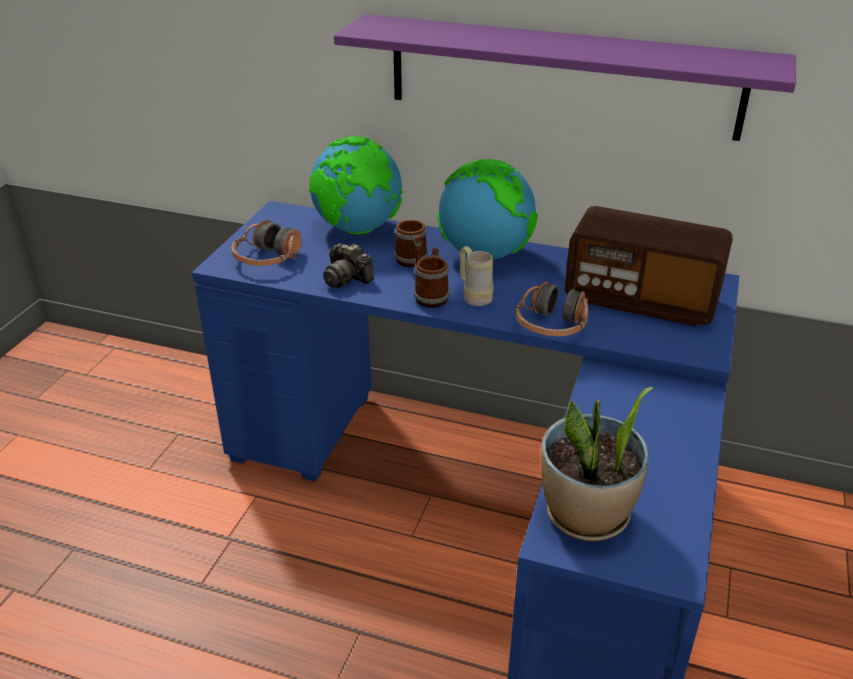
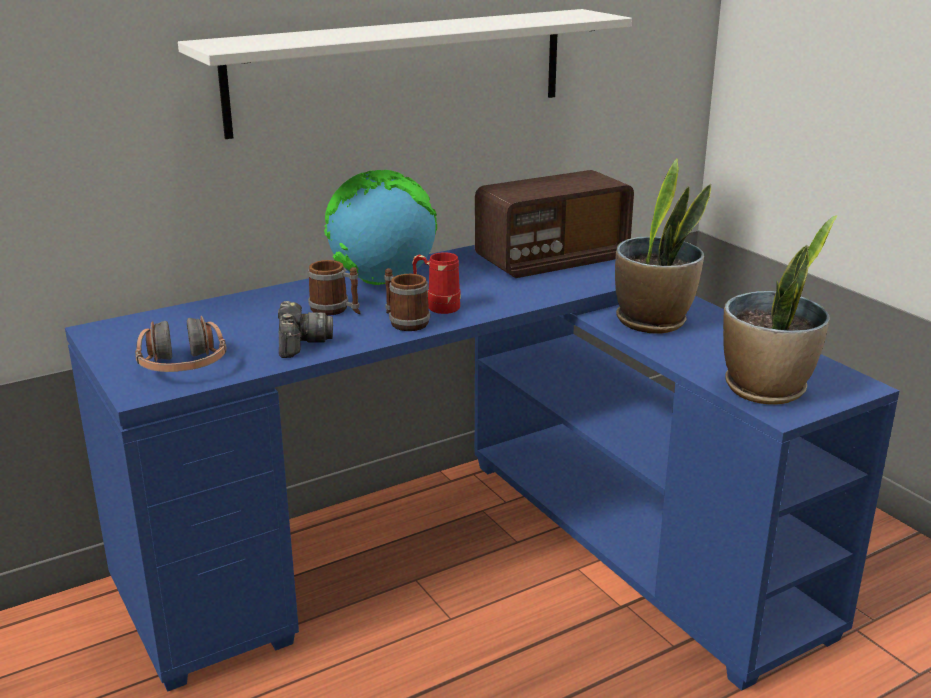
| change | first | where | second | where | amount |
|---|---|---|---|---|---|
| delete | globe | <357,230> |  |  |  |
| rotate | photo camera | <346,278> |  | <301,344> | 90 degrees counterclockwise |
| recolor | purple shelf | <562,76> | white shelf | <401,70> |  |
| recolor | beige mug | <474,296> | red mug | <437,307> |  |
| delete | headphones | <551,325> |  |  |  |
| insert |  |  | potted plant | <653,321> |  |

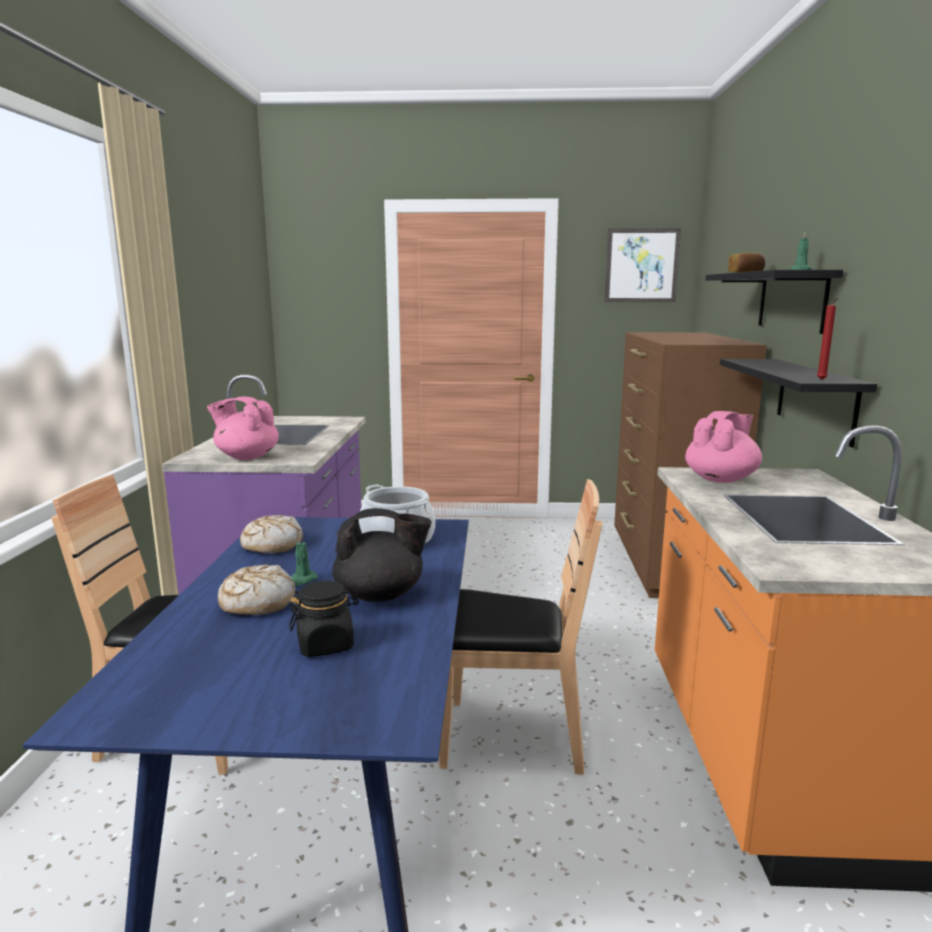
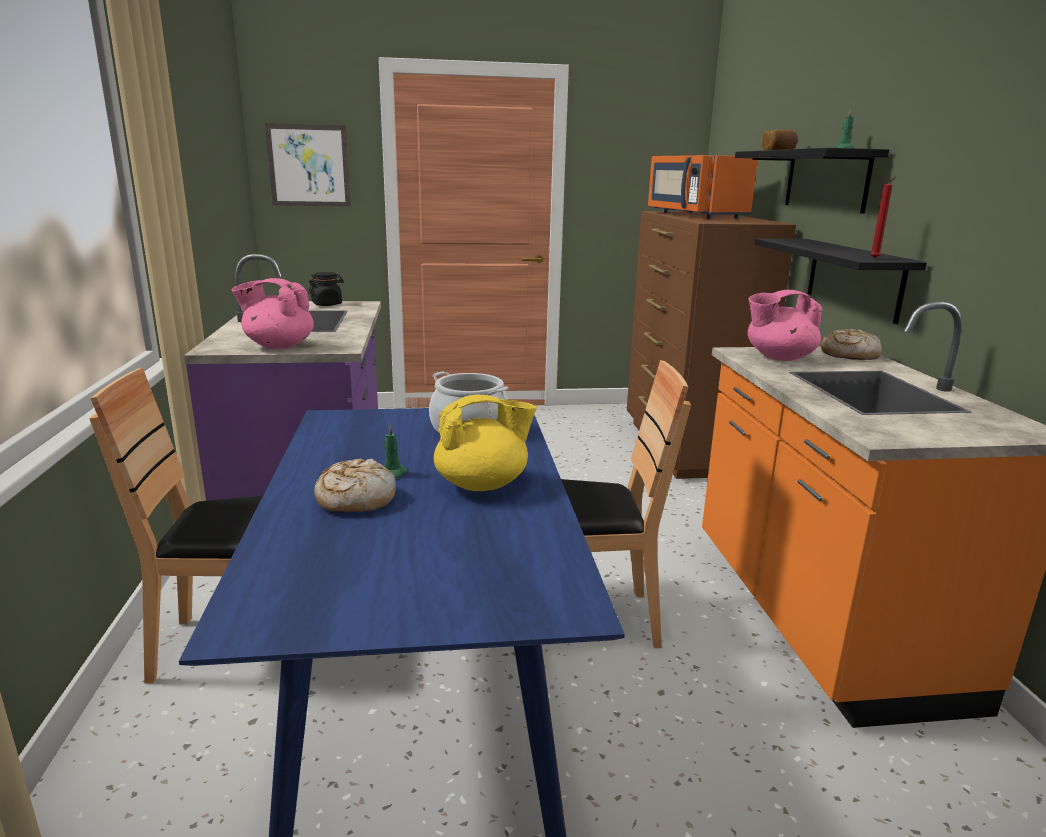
| change | first | where | second | where | amount |
|---|---|---|---|---|---|
| move | bread | <272,544> |  | <848,355> |  |
| move | black jar | <326,645> |  | <327,304> |  |
| recolor | black teapot | <381,595> | yellow teapot | <483,484> |  |
| move | picture | <641,265> |  | <309,165> |  |
| rotate | pink teapot | <721,479> |  | <778,357> | 135 degrees counterclockwise |
| insert |  |  | orange microwave | <694,215> |  |

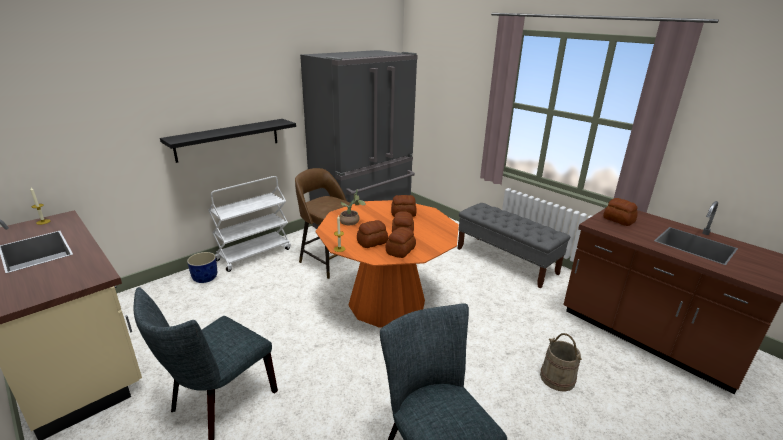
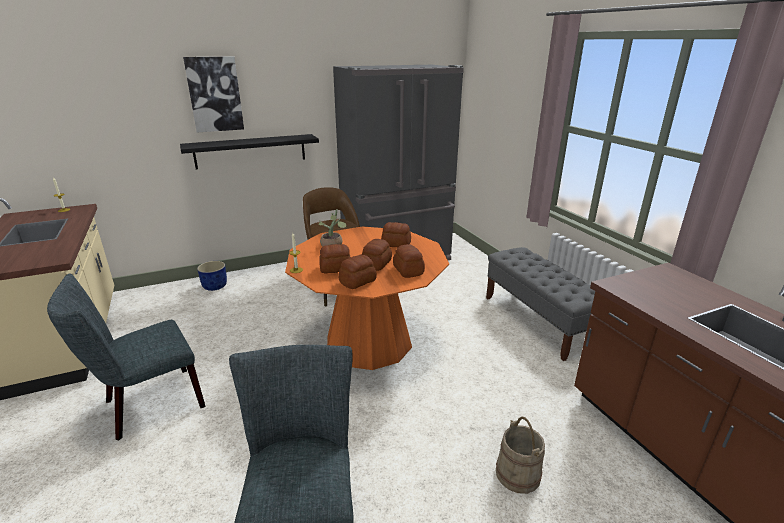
| change | first | where | second | where | amount |
|---|---|---|---|---|---|
| delete | white cart | <254,254> |  |  |  |
| move | bread | <618,220> |  | <408,271> |  |
| insert |  |  | picture | <214,94> |  |

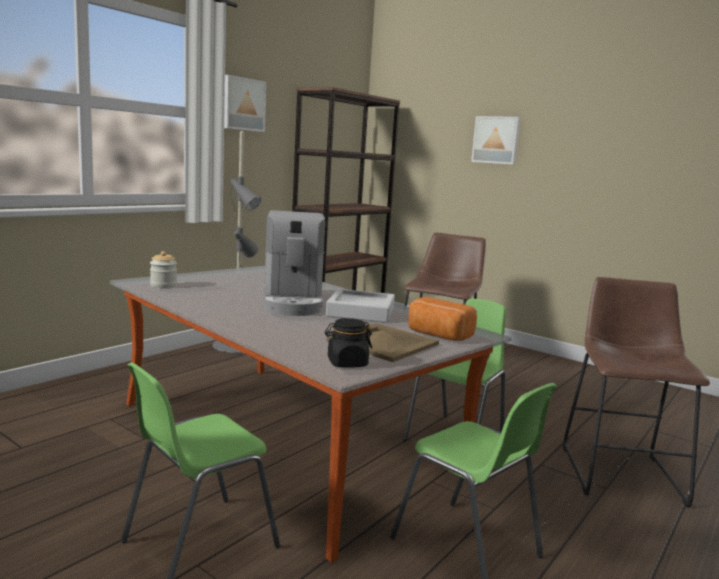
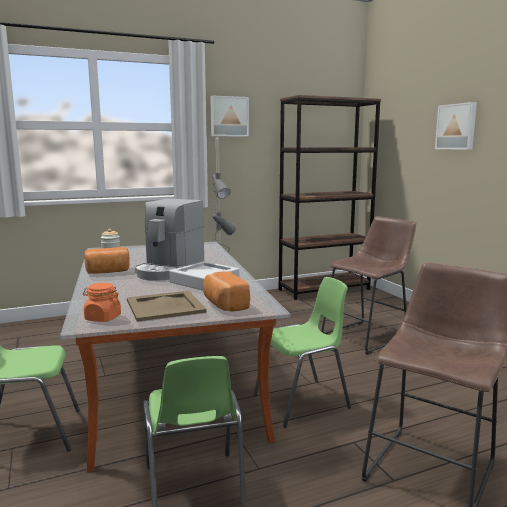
| change | first | where | second | where | amount |
|---|---|---|---|---|---|
| recolor | black jar | <347,363> | orange jar | <102,318> |  |
| insert |  |  | bread | <108,272> |  |

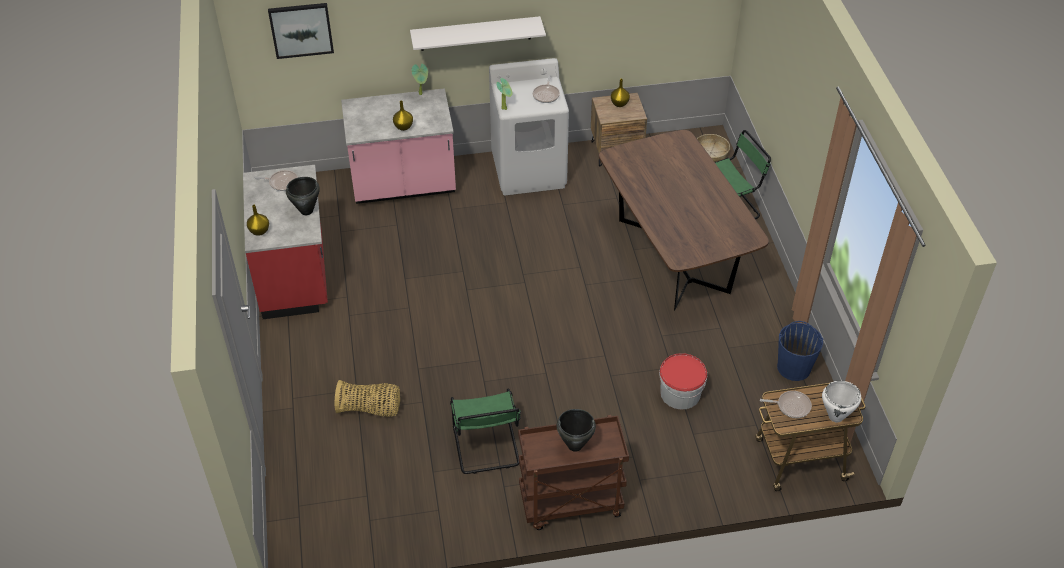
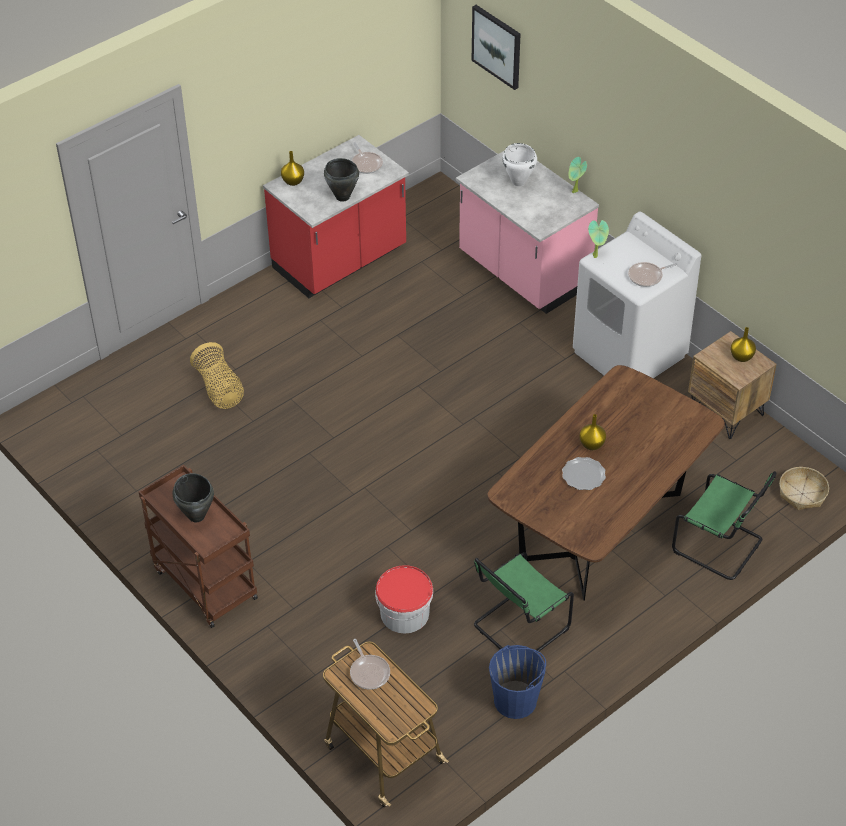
| change | first | where | second | where | amount |
|---|---|---|---|---|---|
| move | yellow vase | <403,127> |  | <591,444> |  |
| delete | white shelf | <475,33> |  |  |  |
| move | green chair | <486,448> |  | <518,628> |  |
| move | white cooking pot | <836,417> |  | <518,182> |  |
| insert |  |  | plate | <583,475> |  |

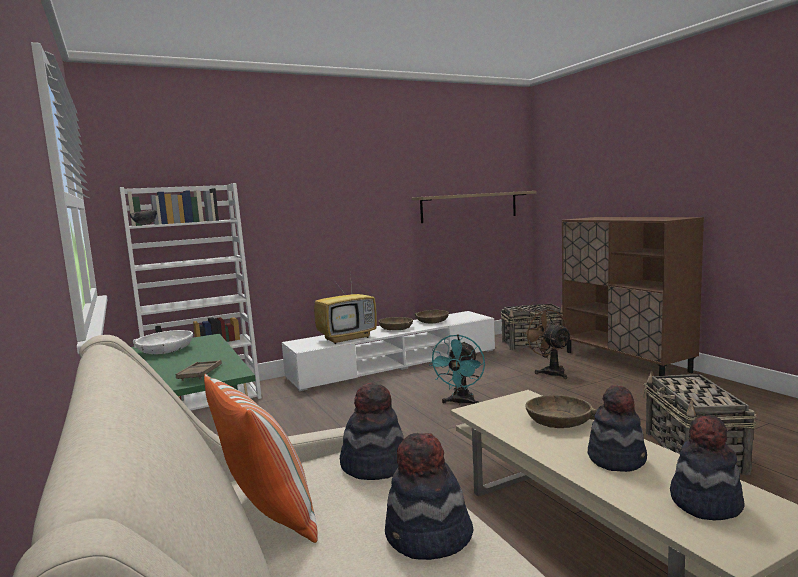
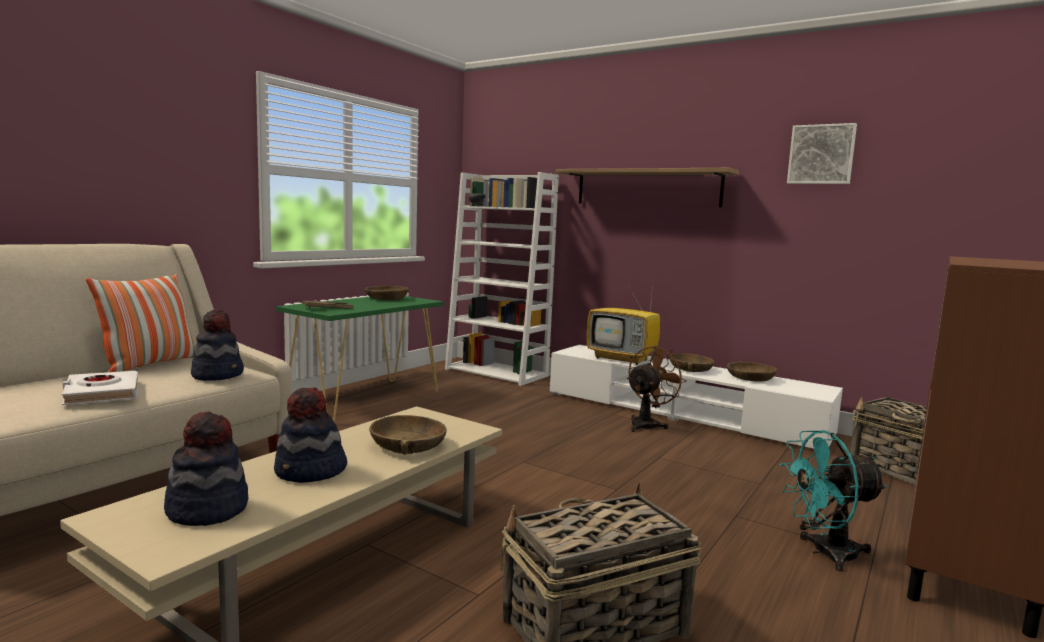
| change | first | where | second | where | amount |
|---|---|---|---|---|---|
| recolor | white bowl | <165,350> | brown bowl | <386,298> |  |
| replace | hat | <428,538> | white book | <101,394> |  |
| move | shelf | <469,206> |  | <647,188> |  |
| move | turquoise fan | <461,403> |  | <824,553> |  |
| move | brown fan | <550,372> |  | <647,424> |  |
| insert |  |  | picture | <821,154> |  |

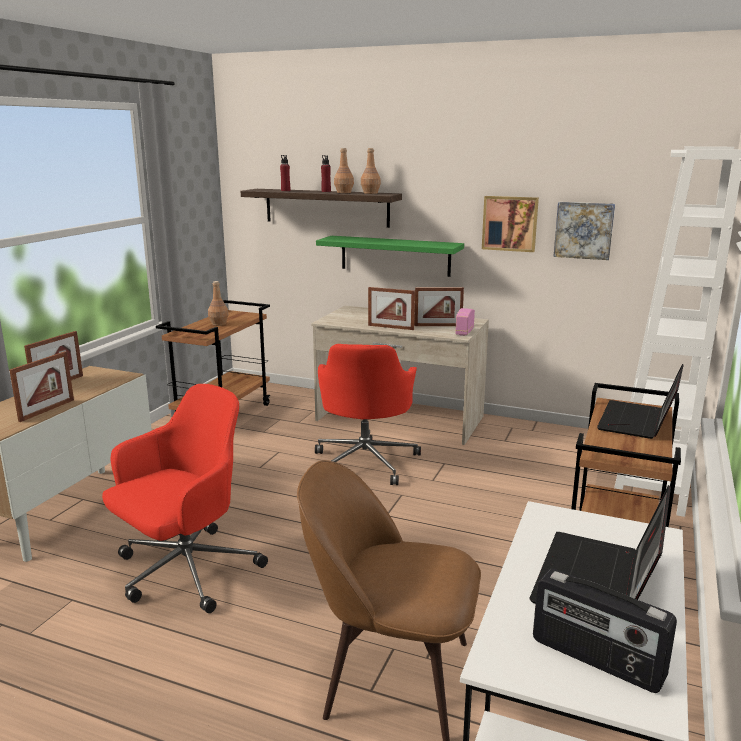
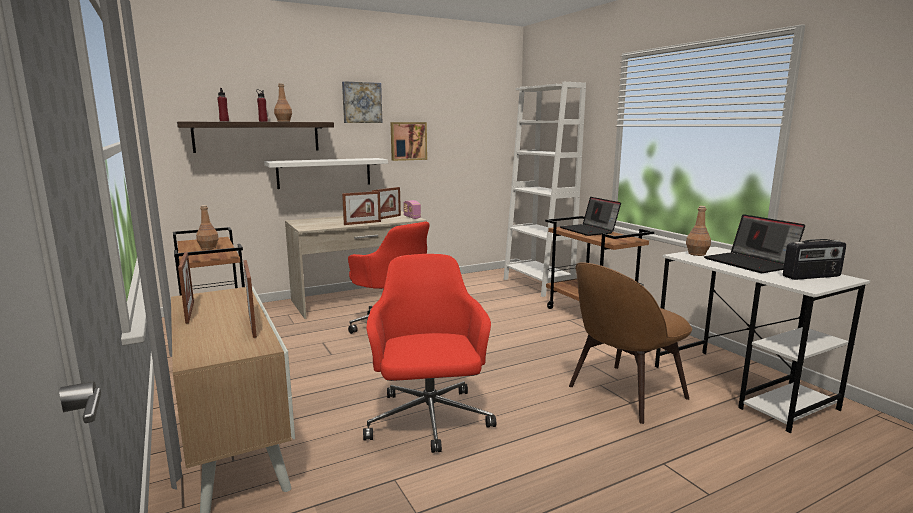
| change | first | where | second | where | amount |
|---|---|---|---|---|---|
| recolor | green shelf | <395,255> | white shelf | <324,173> |  |
| move | brown bottle | <370,193> |  | <697,254> |  |
| move | picture | <584,230> |  | <361,102> |  |

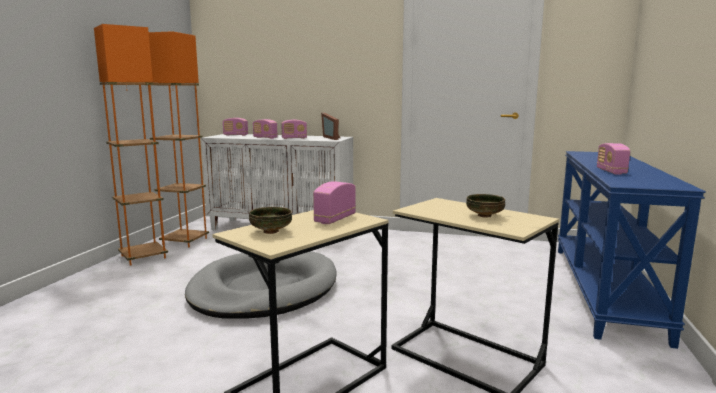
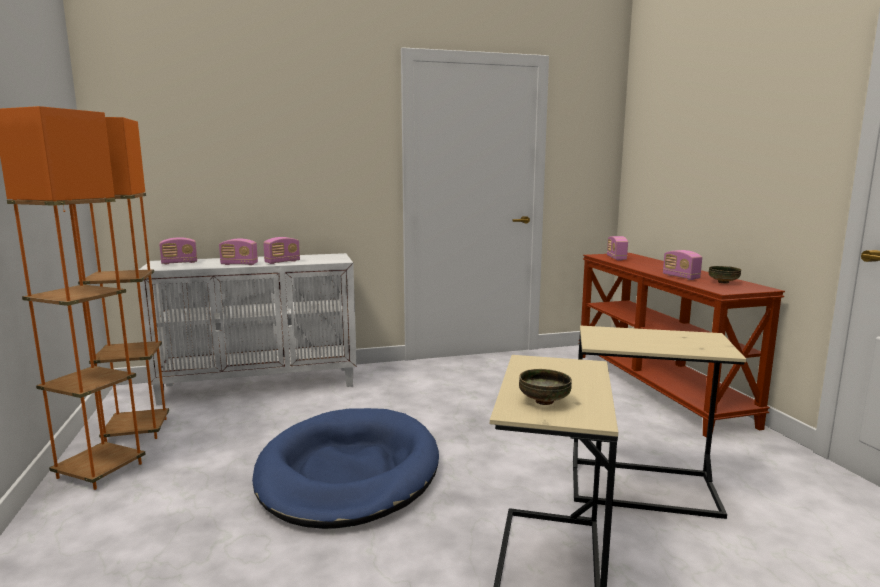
| change | first | where | second | where | amount |
|---|---|---|---|---|---|
| recolor | grey dog bed | <264,289> | blue dog bed | <349,472> |  |
| move | radio | <335,219> |  | <616,258> |  |
| delete | picture frame | <333,138> |  |  |  |
| move | bowl | <485,216> |  | <723,282> |  |
| recolor | blue console table | <606,289> | brown console table | <658,387> |  |

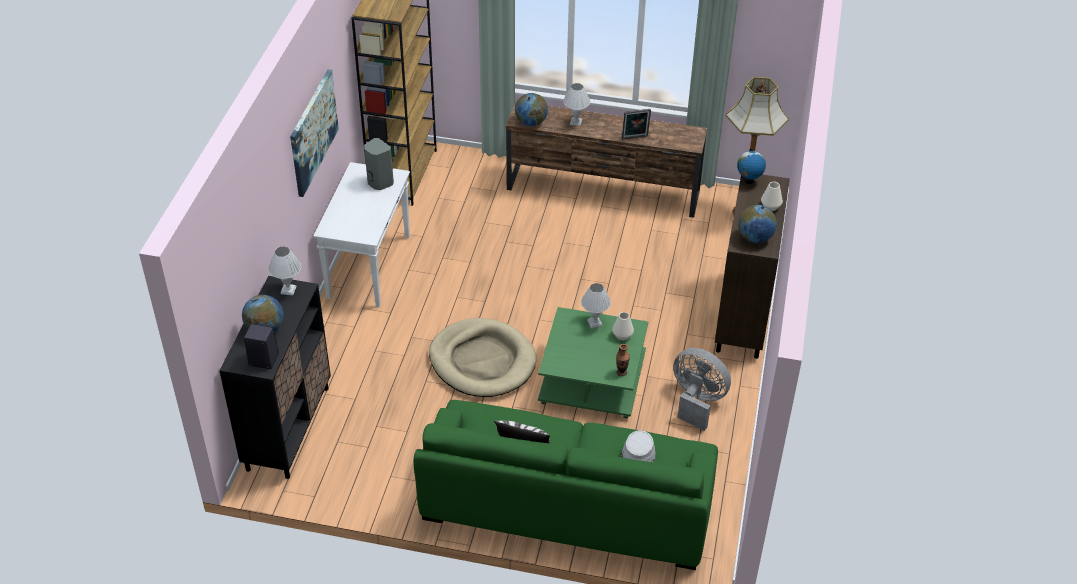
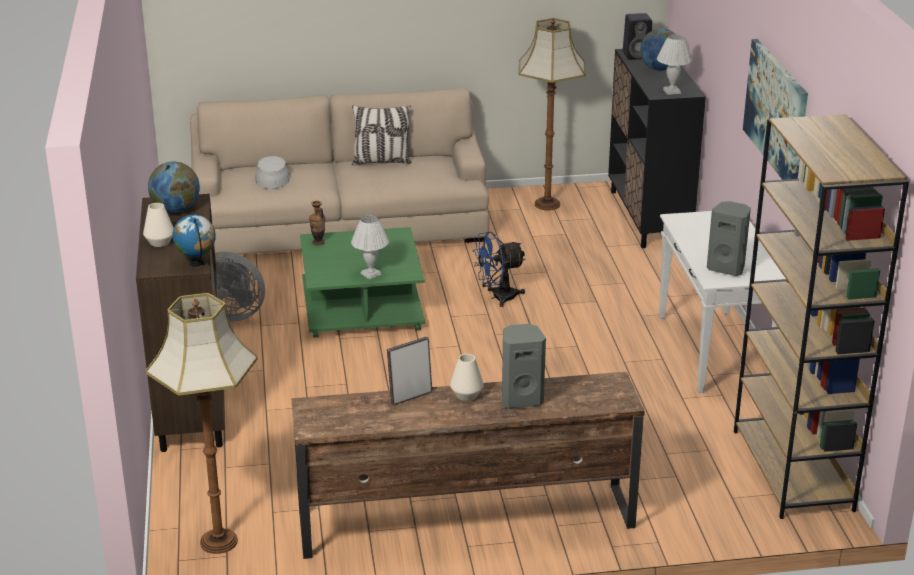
| change | first | where | second | where | amount |
|---|---|---|---|---|---|
| recolor | green sofa | <567,499> | beige sofa | <341,225> |  |
| replace | beige dog bed | <482,361> | blue fan | <498,297> |  |
| delete | globe | <531,122> |  |  |  |
| replace | white table lamp | <575,122> | grey speaker | <521,399> |  |
| move | white vase | <622,335> |  | <466,395> |  |
| insert |  |  | floor lamp | <547,204> |  |

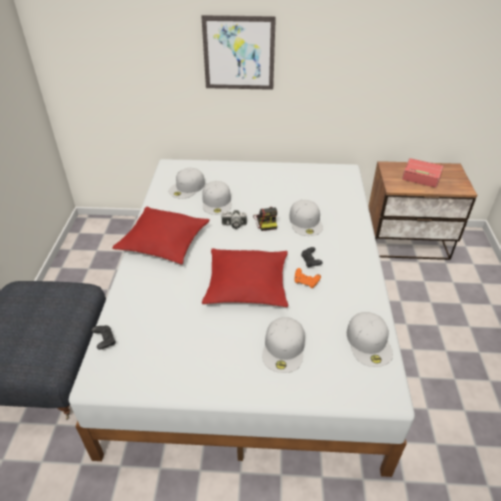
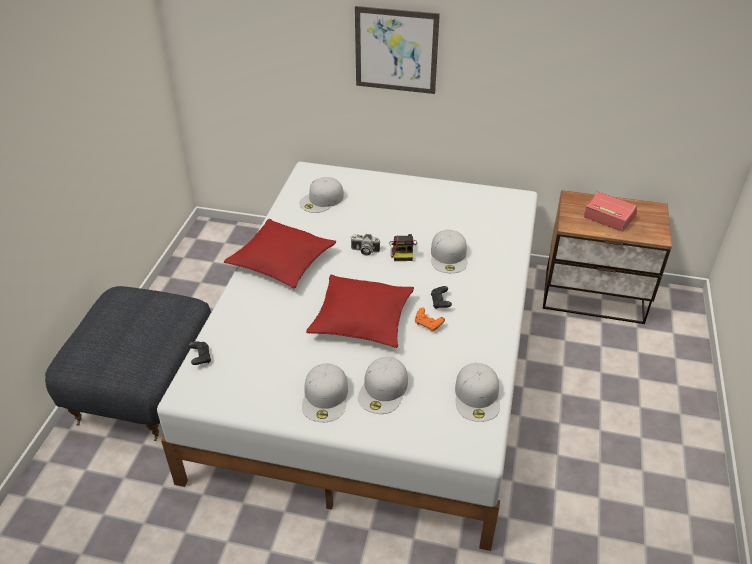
| change | first | where | second | where | amount |
|---|---|---|---|---|---|
| move | white cap | <217,202> |  | <326,397> |  |

